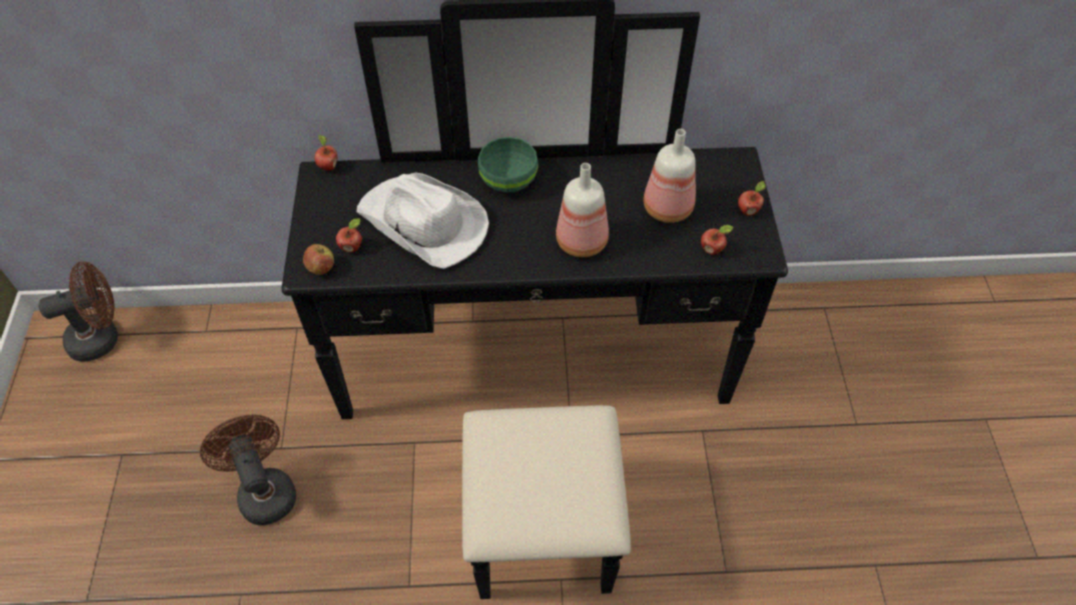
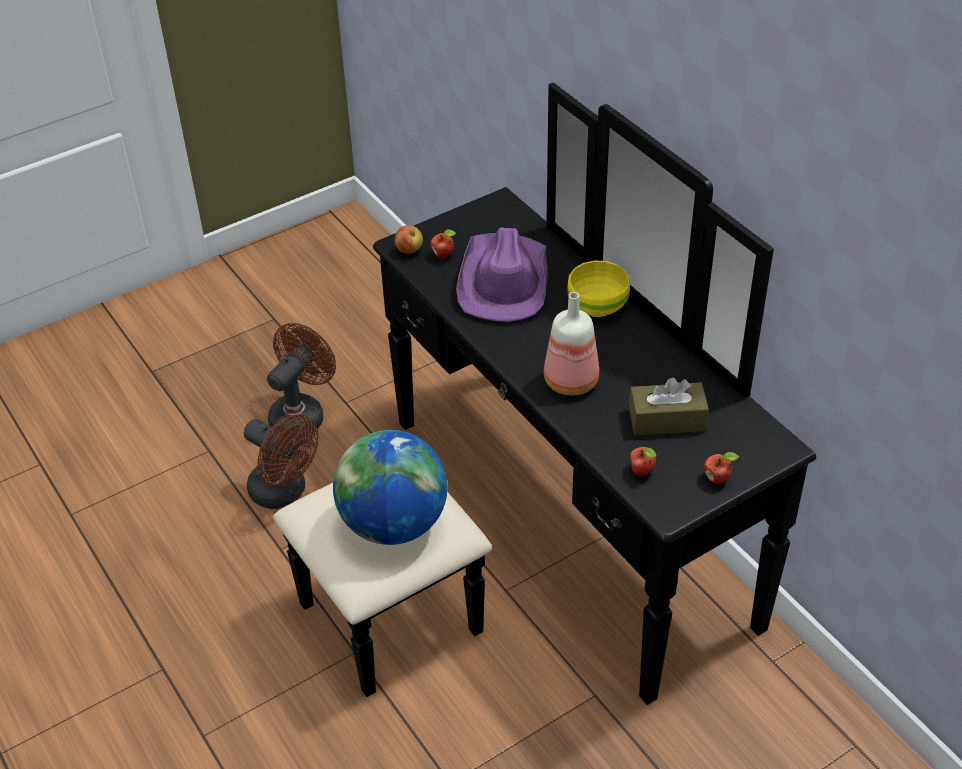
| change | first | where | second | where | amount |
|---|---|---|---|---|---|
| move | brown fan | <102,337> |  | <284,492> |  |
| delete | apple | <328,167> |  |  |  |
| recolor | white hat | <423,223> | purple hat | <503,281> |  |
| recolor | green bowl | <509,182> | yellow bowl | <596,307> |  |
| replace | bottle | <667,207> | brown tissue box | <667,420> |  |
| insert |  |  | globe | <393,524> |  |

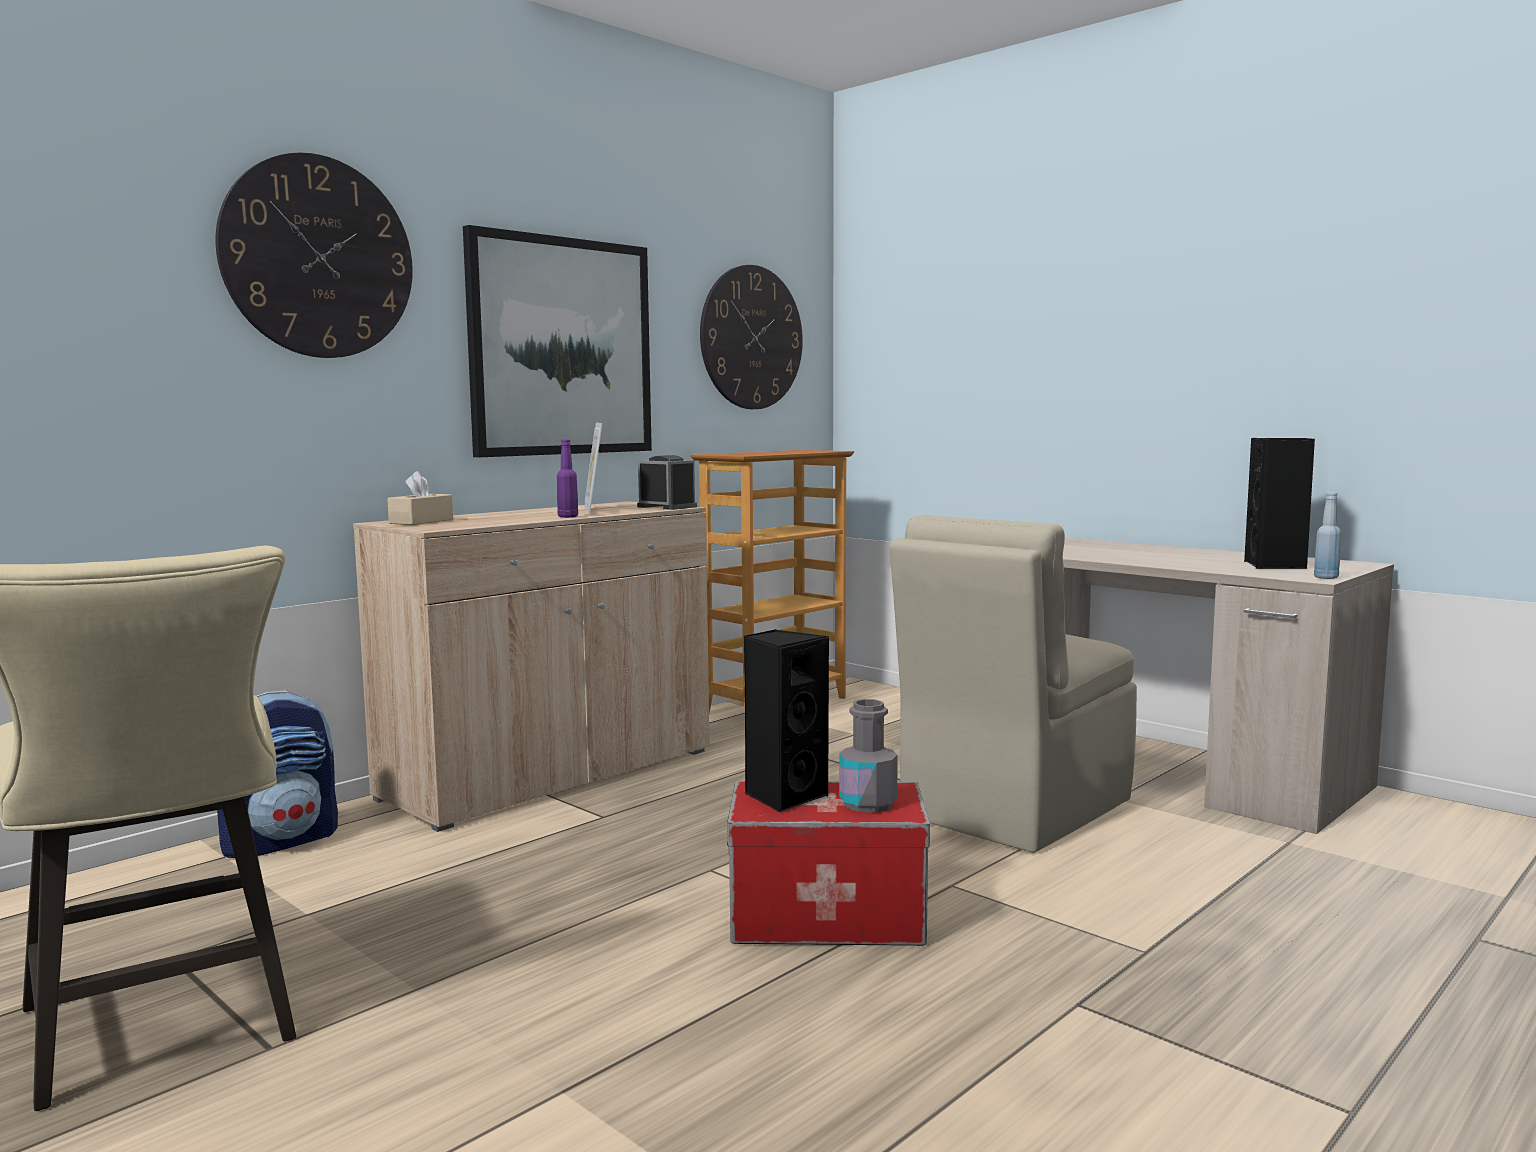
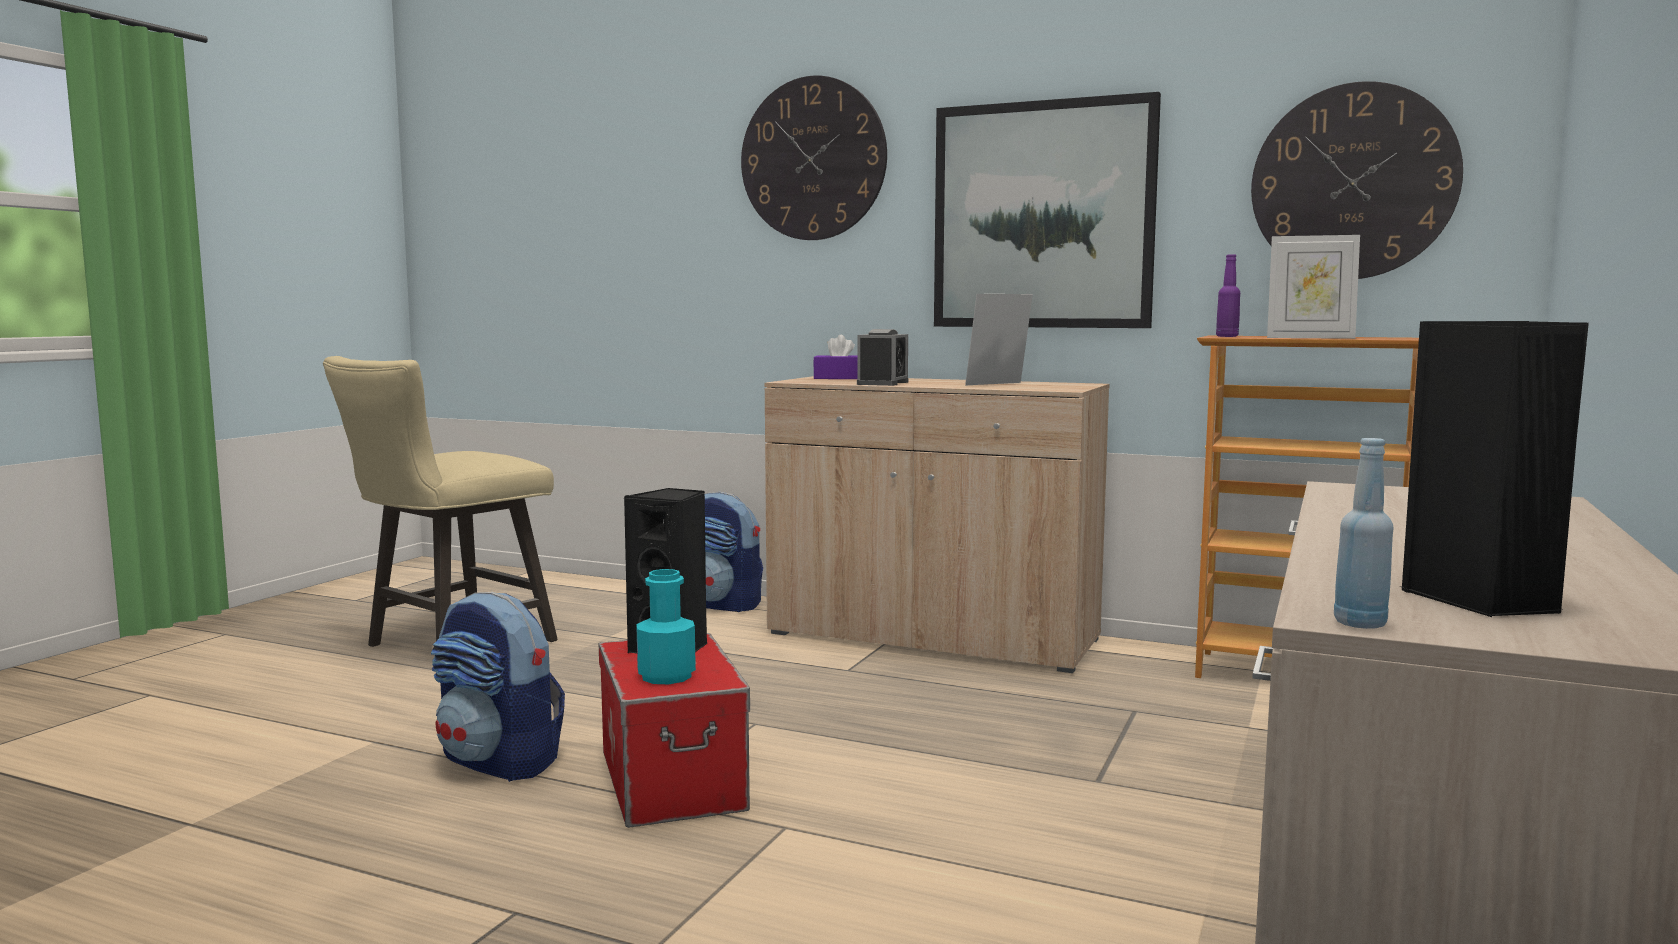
| change | first | where | second | where | amount |
|---|---|---|---|---|---|
| recolor | beige tissue box | <421,521> | purple tissue box | <840,378> |  |
| move | purple bottle | <568,517> |  | <1227,336> |  |
| move | alarm clock | <667,507> |  | <882,383> |  |
| recolor | grey bottle | <868,804> | turquoise bottle | <666,676> |  |
| delete | beige chair | <1012,809> |  |  |  |
| insert |  |  | backpack | <500,762> |  |
| insert |  |  | picture frame | <1310,338> |  |

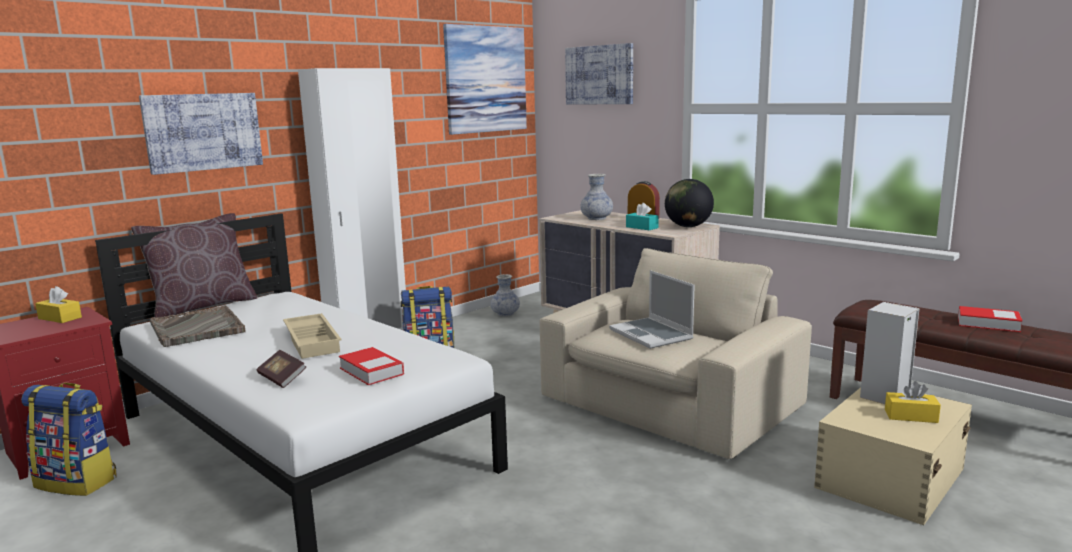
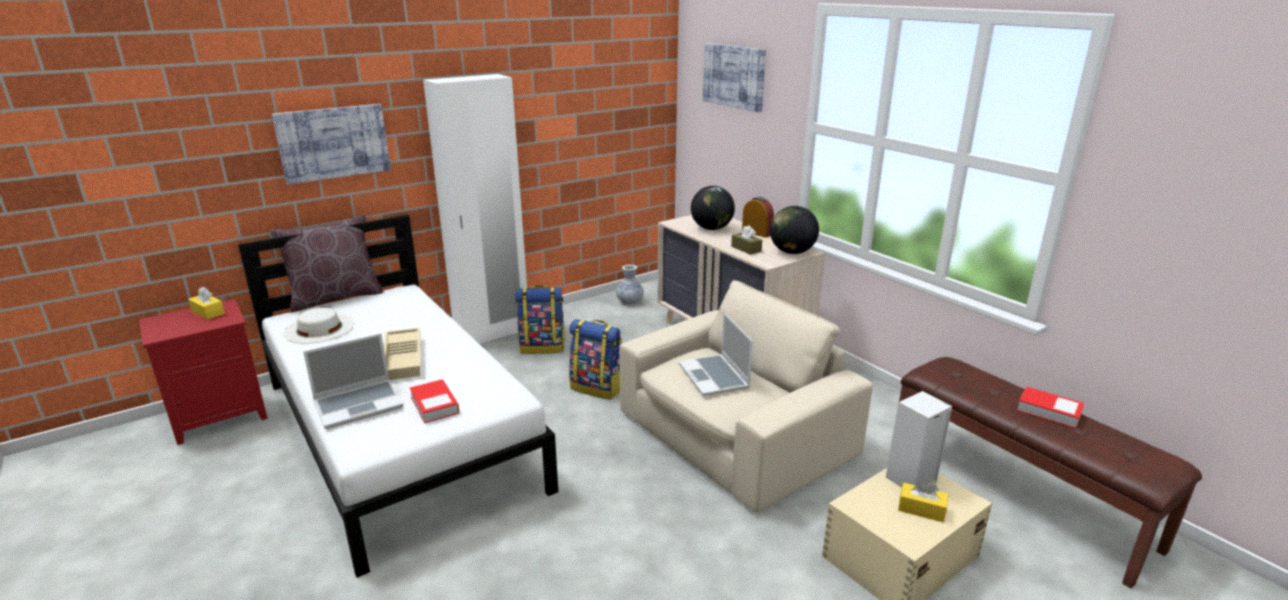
| change | first | where | second | where | amount |
|---|---|---|---|---|---|
| move | backpack | <78,482> |  | <597,388> |  |
| replace | grey tray | <197,328> | white hat | <319,328> |  |
| replace | book | <282,378> | laptop | <359,404> |  |
| delete | picture | <485,79> |  |  |  |
| replace | vase | <596,218> | globe | <711,228> |  |
| recolor | turquoise tissue box | <642,227> | brown tissue box | <746,249> |  |

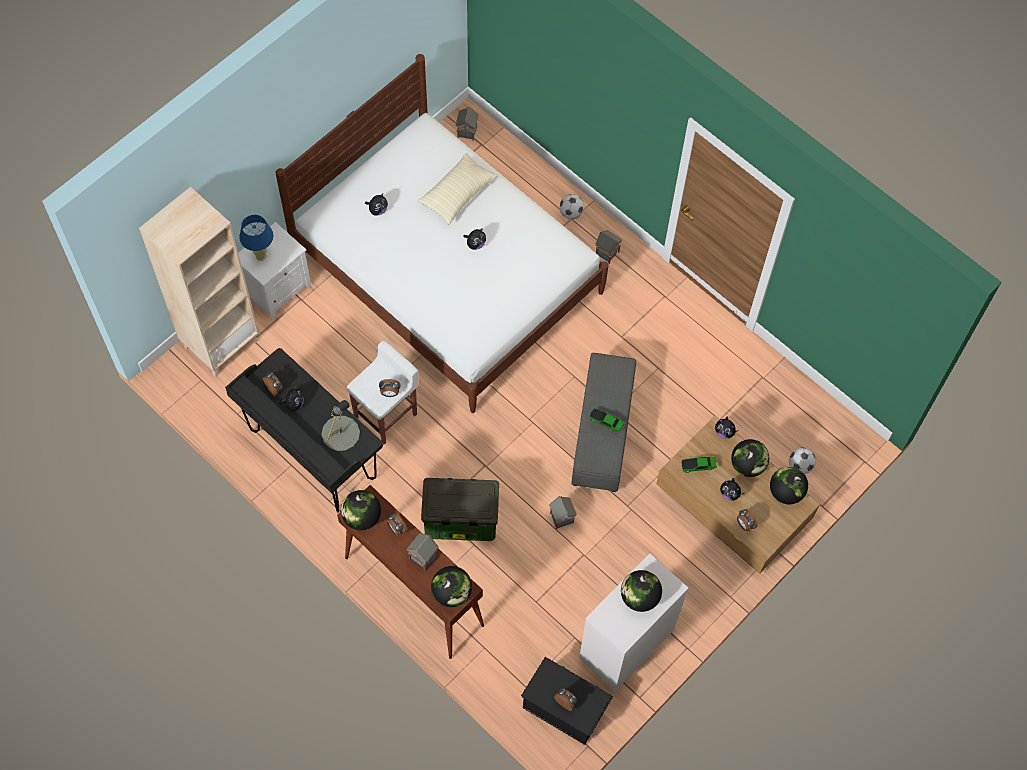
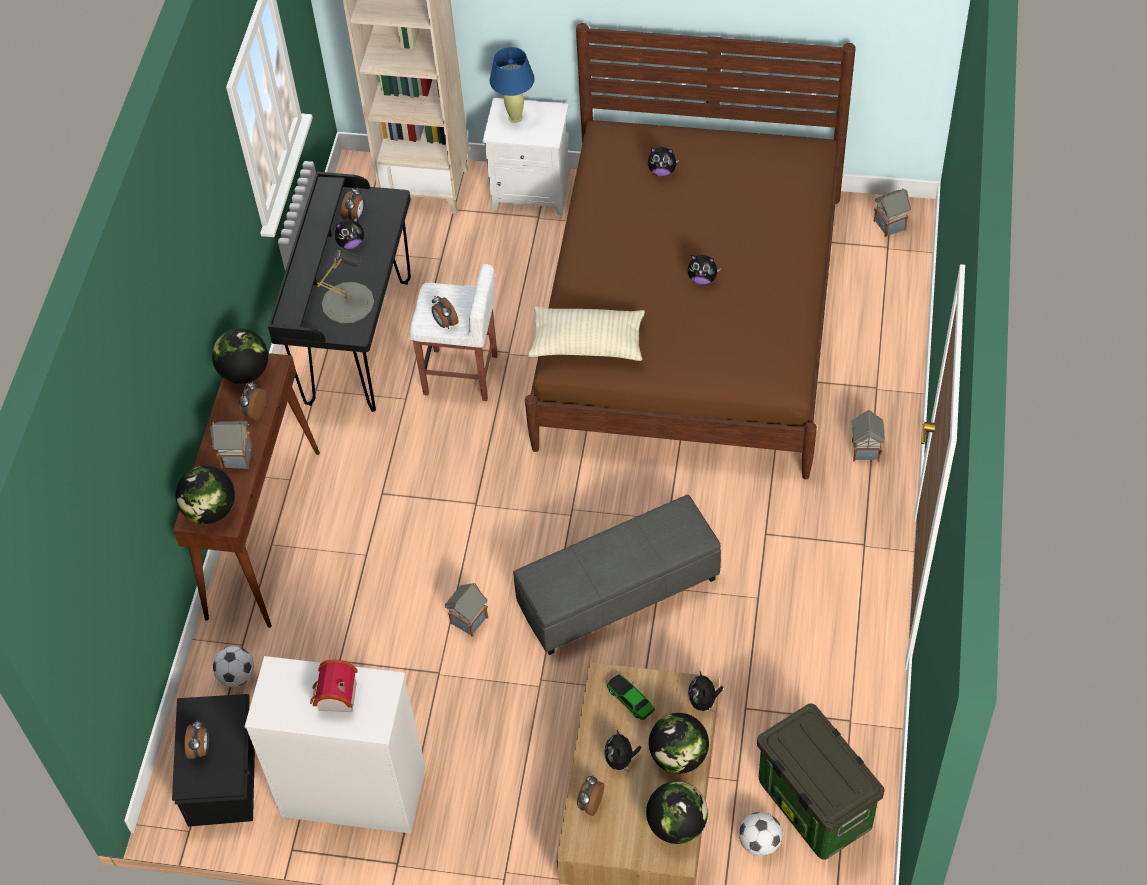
| change | first | where | second | where | amount |
|---|---|---|---|---|---|
| recolor | white bed | <448,273> | brown bed | <691,319> |  |
| move | beige pillow | <457,194> |  | <588,344> |  |
| move | storage box | <460,522> |  | <812,804> |  |
| move | football | <571,213> |  | <237,676> |  |
| delete | toy car | <606,422> |  |  |  |
| replace | globe | <639,597> | toy house | <334,697> |  |

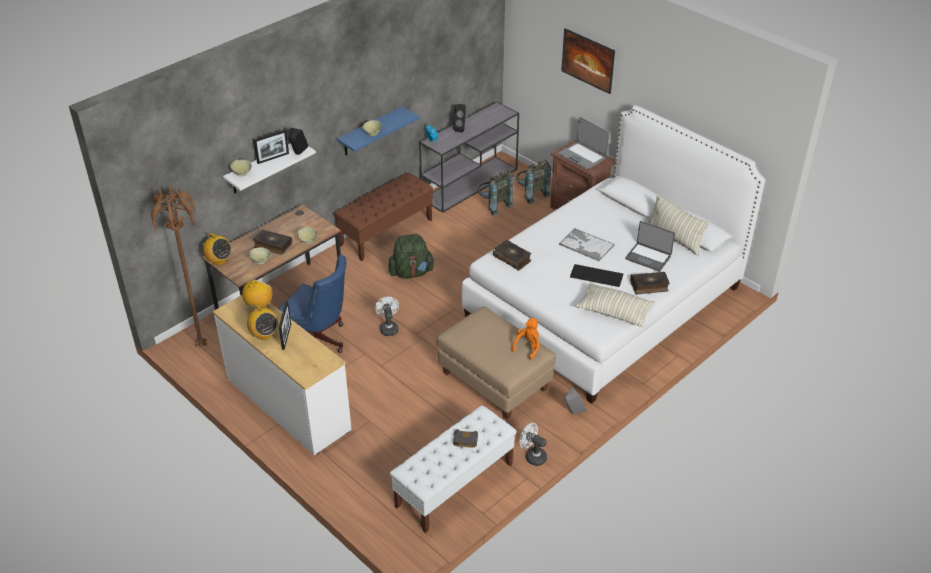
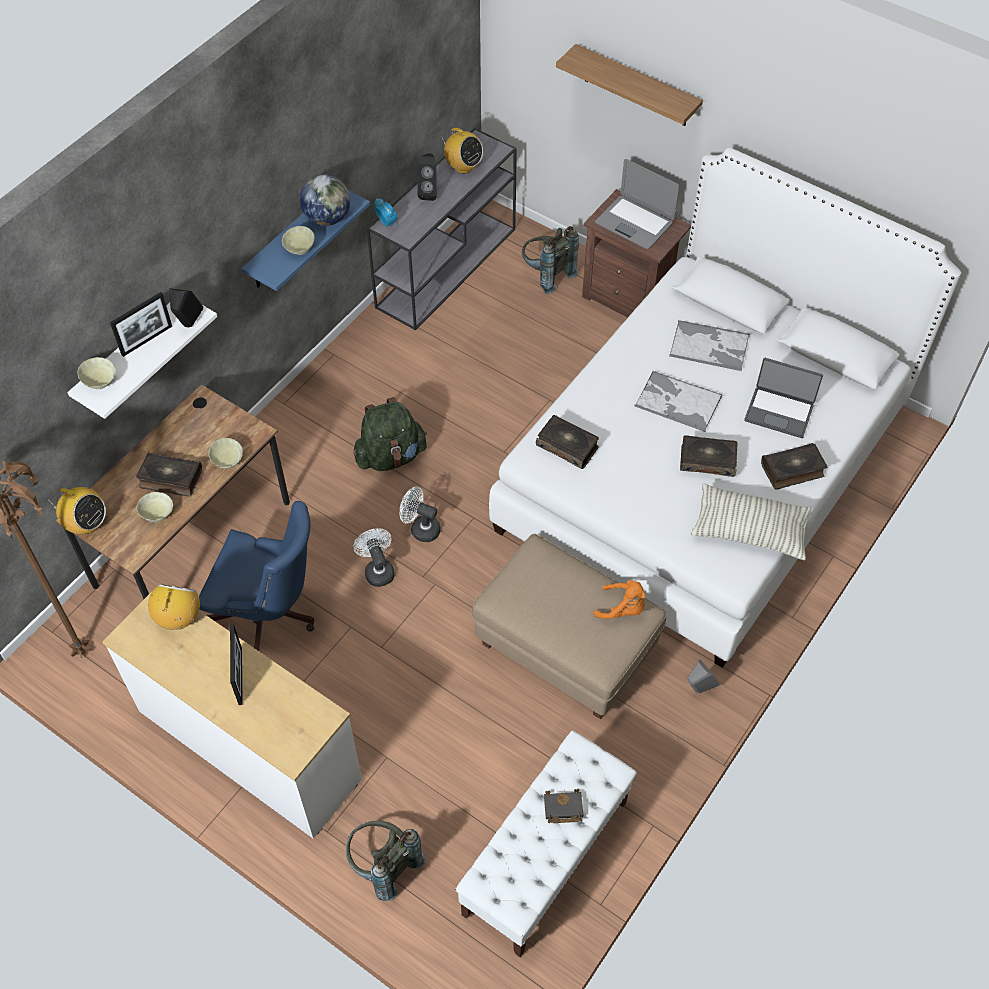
| change | first | where | second | where | amount |
|---|---|---|---|---|---|
| move | radio | <264,335> |  | <463,167> |  |
| delete | brown bench | <386,232> |  |  |  |
| move | grey backpack | <493,205> |  | <383,866> |  |
| rotate | orange plush toy | <527,347> |  | <622,609> | 90 degrees clockwise |
| move | white fan | <532,456> |  | <421,528> |  |
| replace | picture | <587,71> | shelf | <636,87> |  |
| replace | keyboard | <597,275> | book | <707,460> |  |
| delete | pillow | <674,238> |  |  |  |
| insert |  |  | globe | <327,218> |  |
| insert |  |  | tray | <710,346> |  |

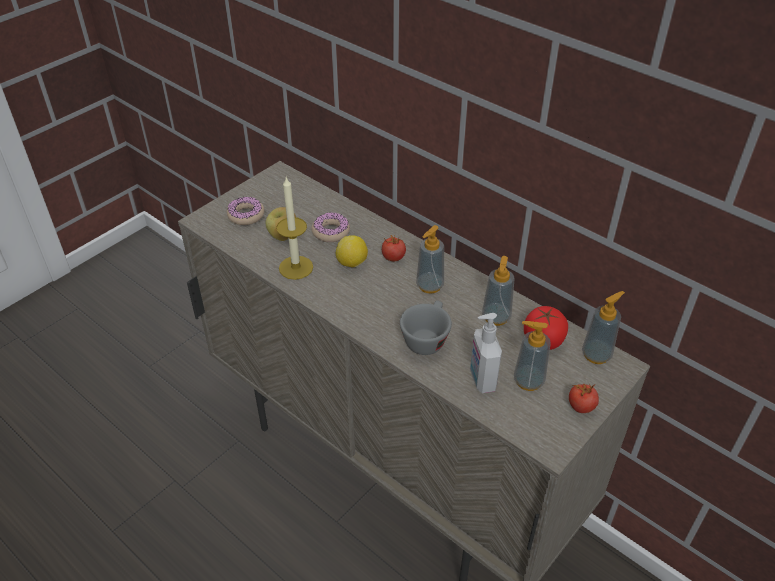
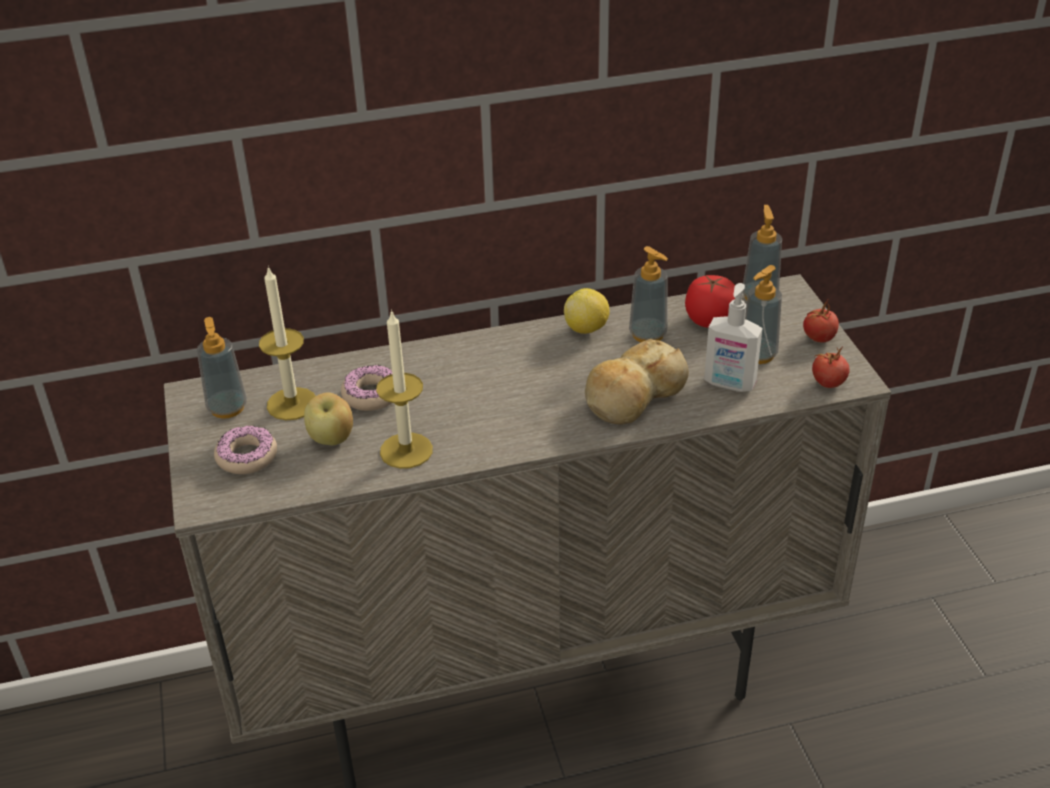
| change | first | where | second | where | amount |
|---|---|---|---|---|---|
| move | lemon | <352,263> |  | <587,329> |  |
| move | tomato | <393,257> |  | <828,383> |  |
| replace | grey cup | <426,338> | bread | <633,396> |  |
| move | soap dispenser | <429,285> |  | <227,408> |  |
| insert |  |  | candle | <292,404> |  |

